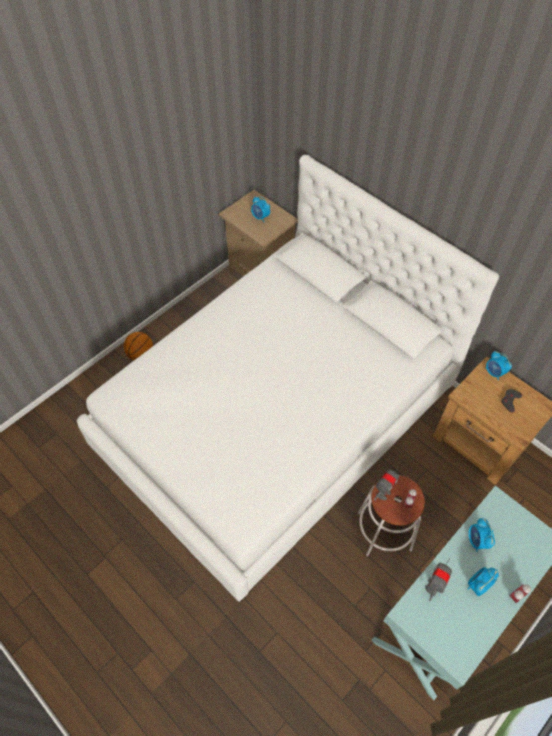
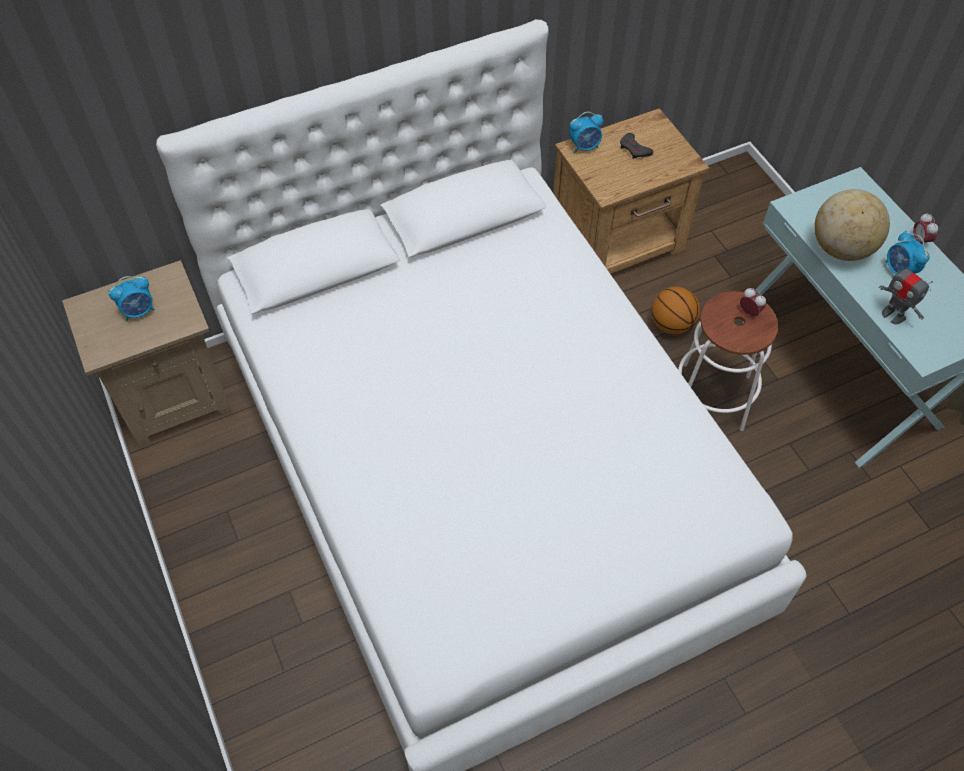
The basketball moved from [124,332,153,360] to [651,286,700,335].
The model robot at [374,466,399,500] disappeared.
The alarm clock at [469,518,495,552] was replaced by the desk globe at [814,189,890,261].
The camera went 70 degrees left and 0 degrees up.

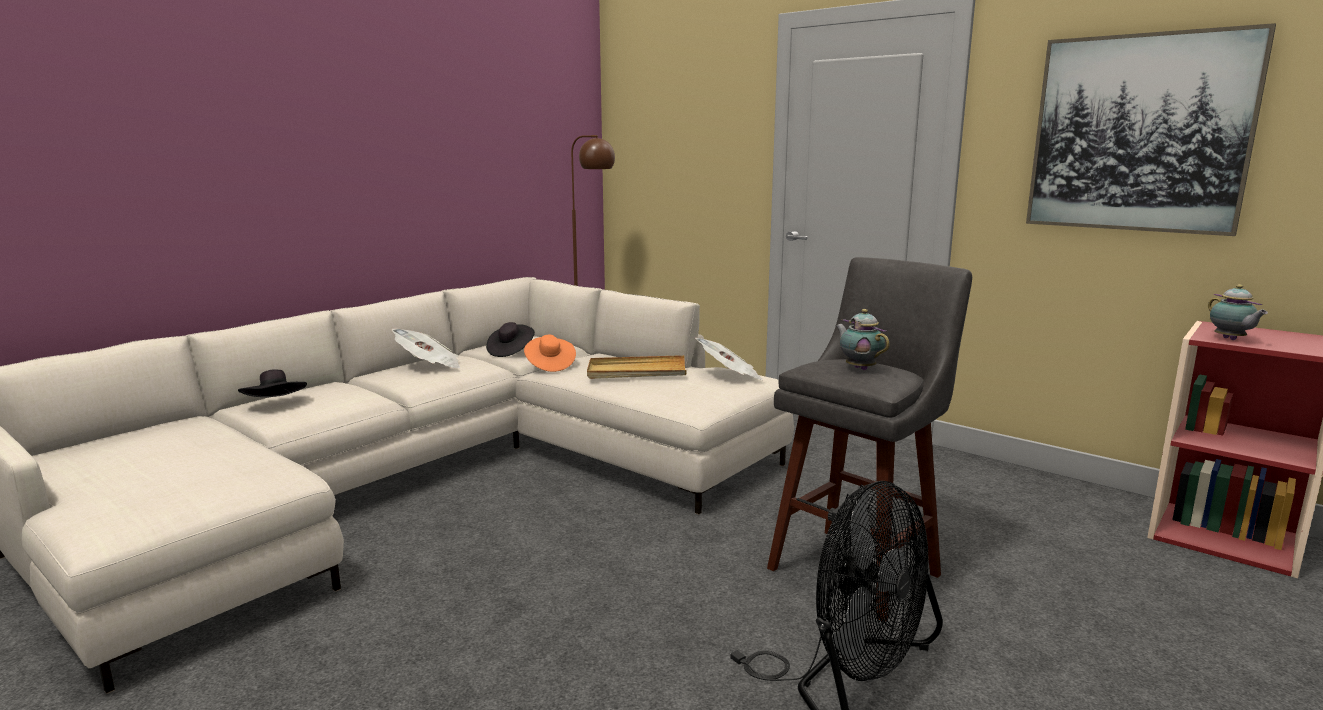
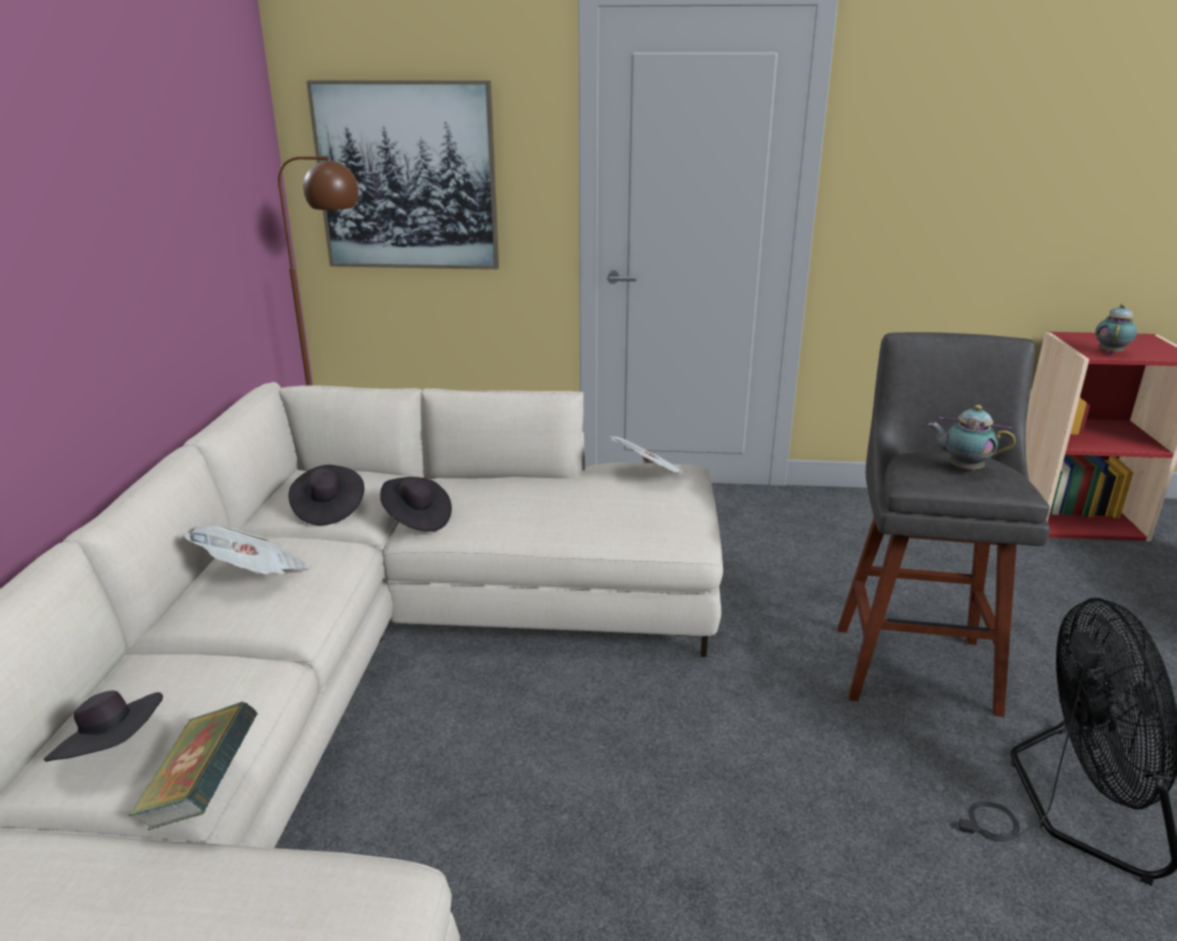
The wall art moved from [1026,23,1276,236] to [306,80,499,269].
The pot for tea at [1208,284,1268,340] turned 105 degrees counterclockwise.
The orangey clothing hat at [524,335,576,372] became the black clothing hat at [380,477,452,532].
The beige-coloured carrying tray at [587,355,687,379] disappeared.
The bound book at [129,701,258,830] appeared.
The camera went 35 degrees left and 10 degrees up.

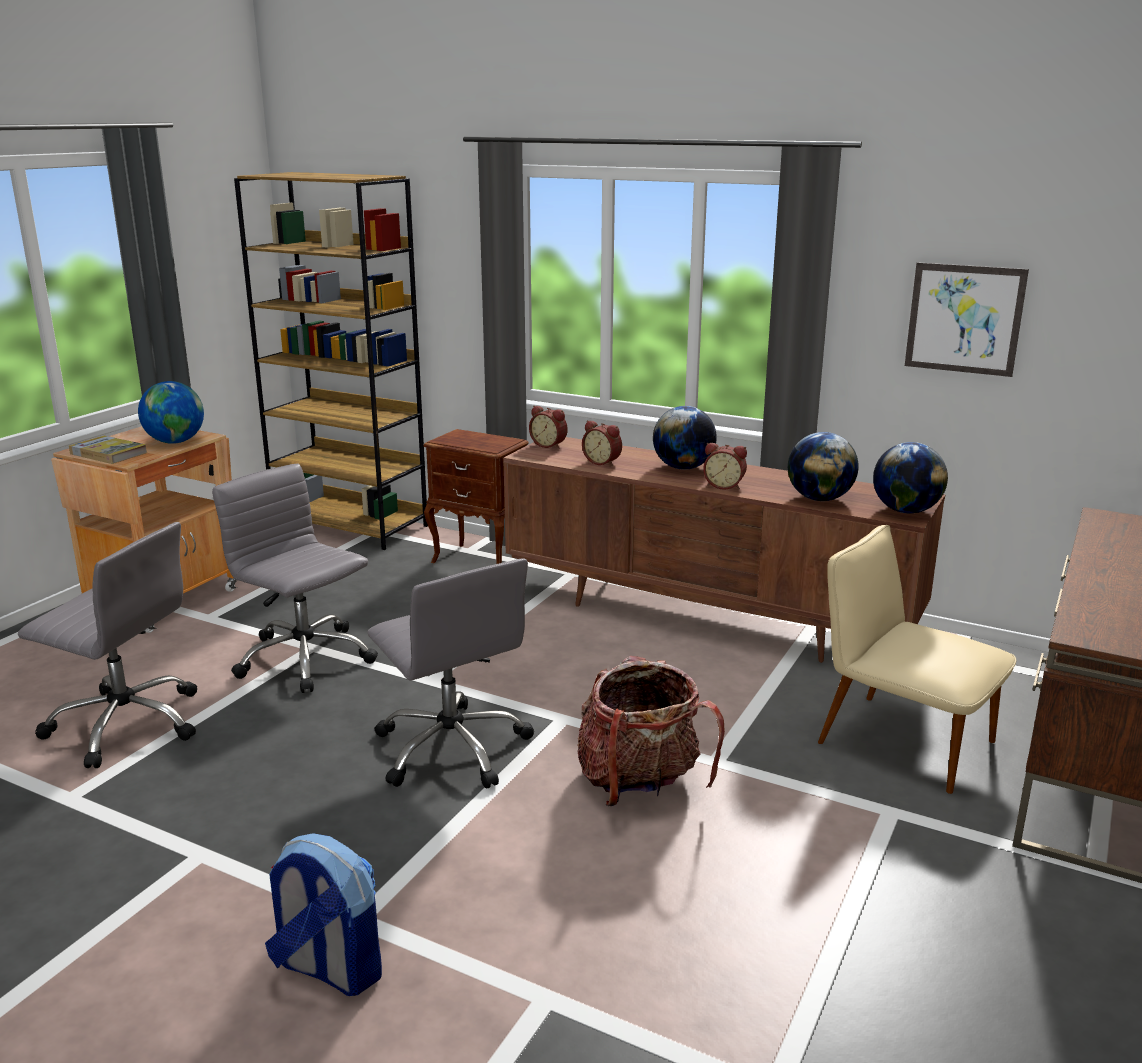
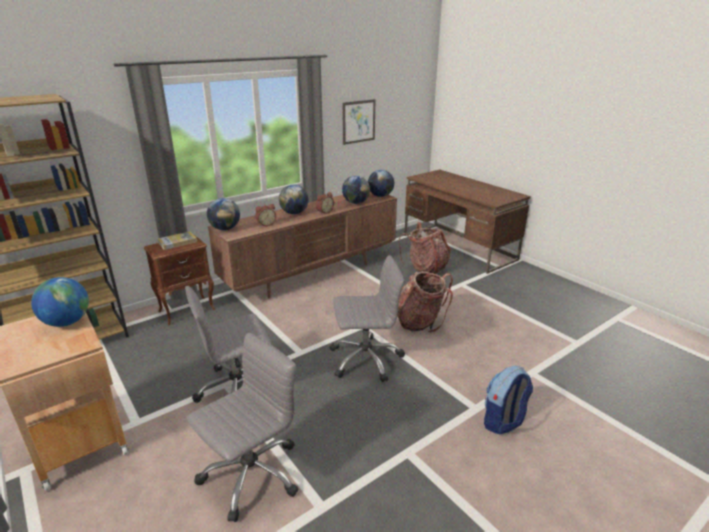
The alarm clock at [529,406,568,449] was replaced by the desk globe at [207,198,240,230].
The bound book moved from [69,436,147,464] to [158,231,197,250].
The beige-coloured upright chair at [818,525,1016,794] was replaced by the knapsack at [399,222,451,274].
The camera went 65 degrees left and 5 degrees up.

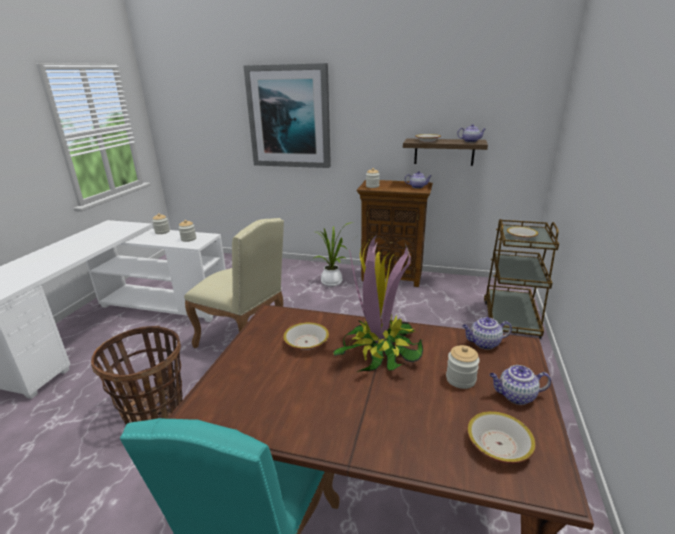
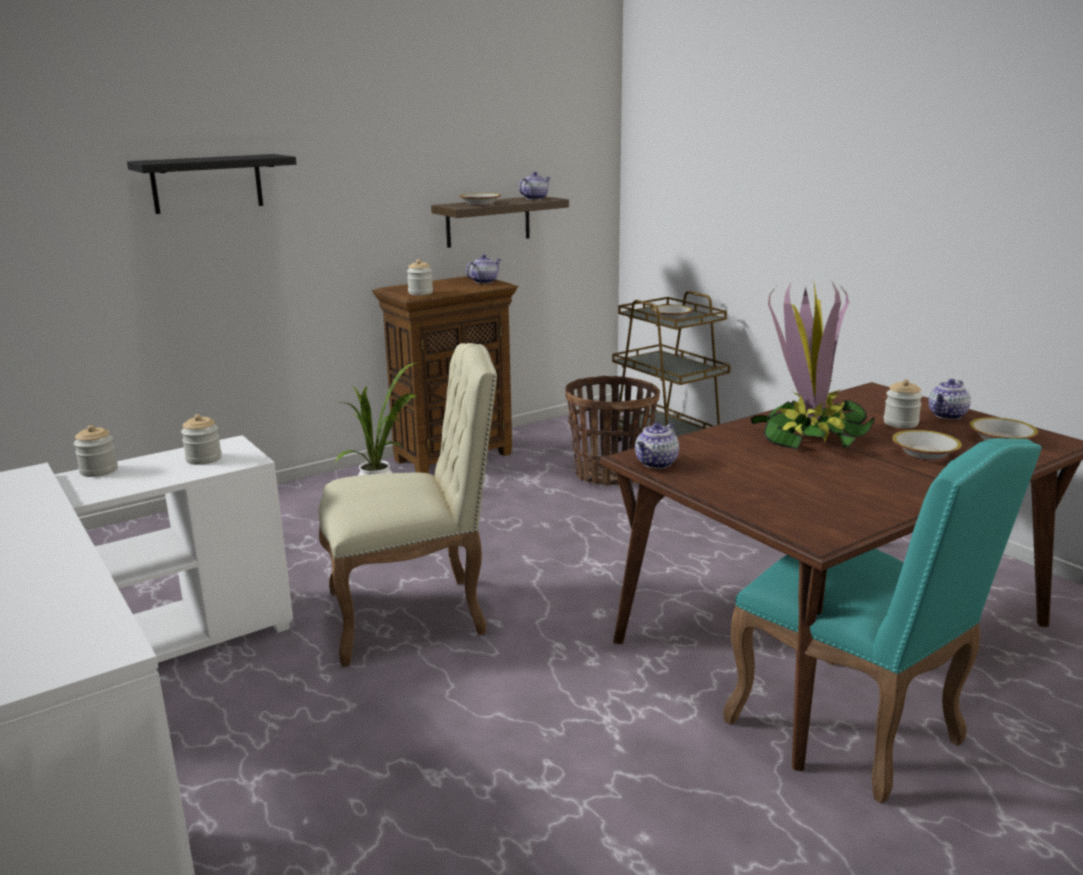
The wall art at [243,63,331,168] was replaced by the black shelf at [127,154,296,214].
The pot for tea moved from [462,317,512,350] to [635,423,679,469].
The deep dish moved from [283,322,329,350] to [892,430,962,460].
The storage basket moved from [91,326,183,425] to [565,376,660,485].
The camera went 50 degrees left and 5 degrees down.

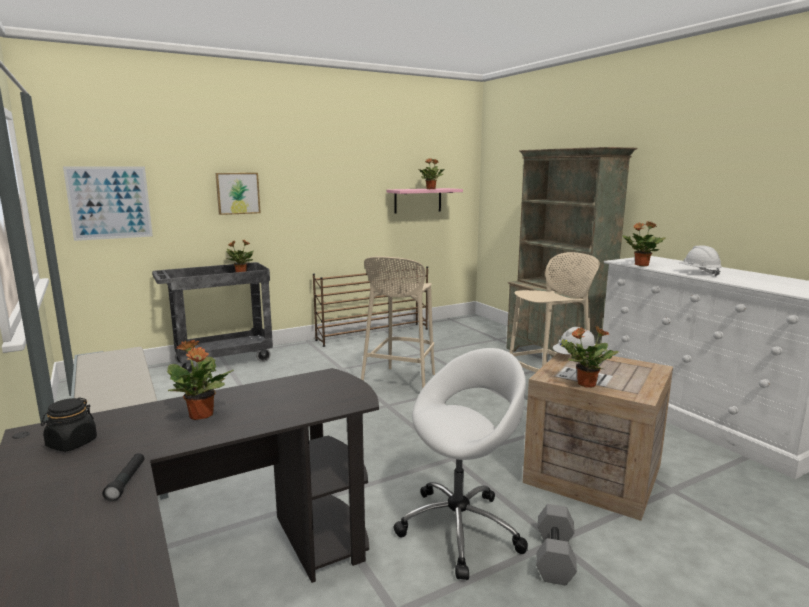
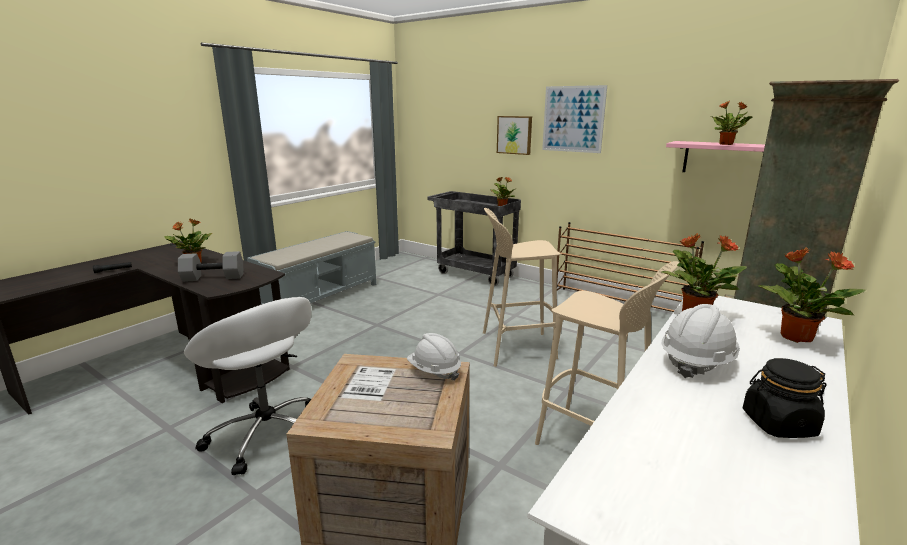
The wall art moved from [63,166,153,241] to [542,85,607,153].
The houseplant moved from [562,325,619,388] to [758,247,865,343].
The black preserve jar moved from [41,398,97,452] to [743,358,827,438].
The grey free weight moved from [536,504,577,585] to [178,251,244,282].
The camera went 65 degrees right and 5 degrees up.

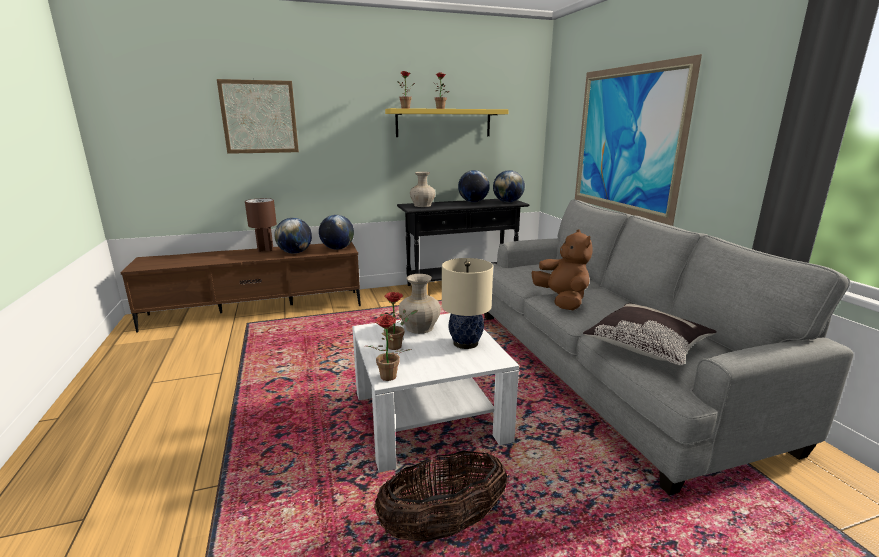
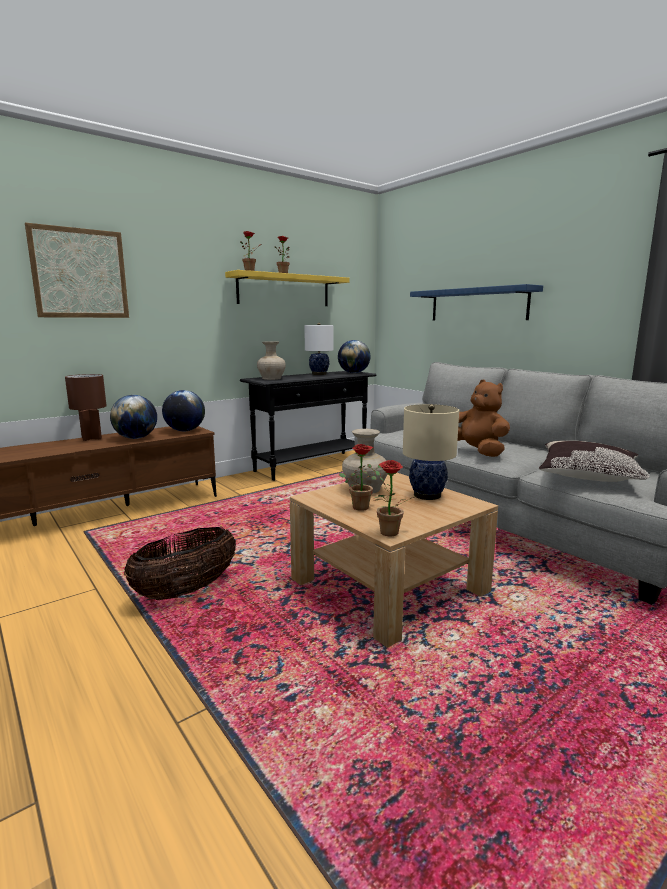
The wall art at [575,54,702,226] was replaced by the bluish shelf at [410,284,543,321].
The desk globe at [458,170,490,202] was replaced by the white-coloured lamp for a table at [304,323,333,375].
The white-coloured lounge table at [352,313,519,473] became the brown-coloured lounge table at [290,473,498,648].
The storage basket moved from [374,451,507,542] to [124,527,236,600].
The camera went 20 degrees left and 5 degrees down.

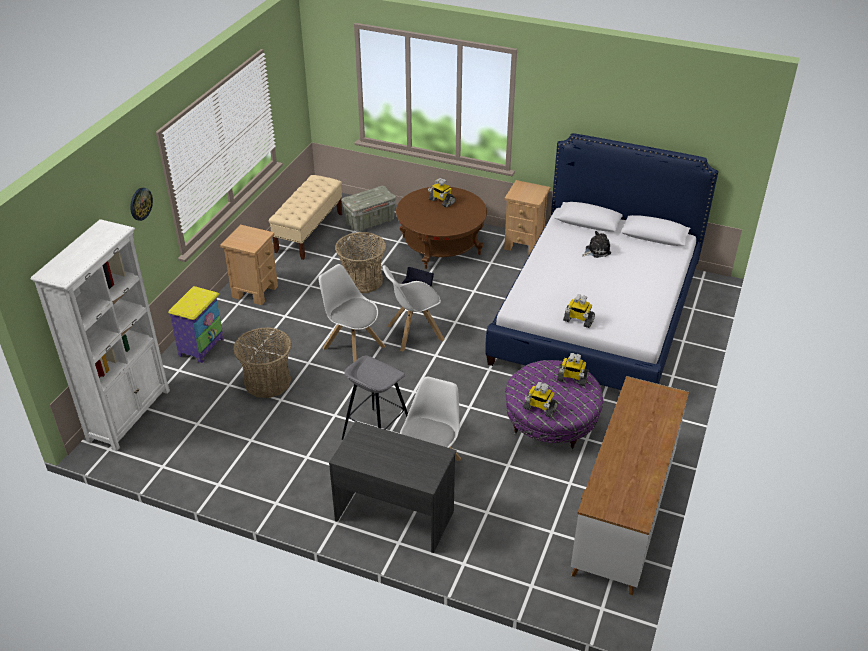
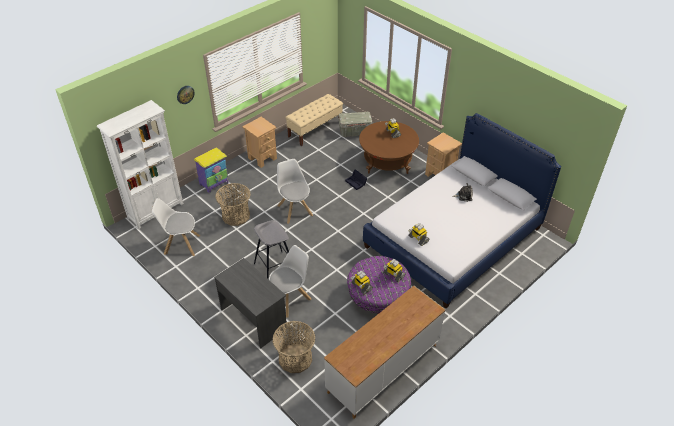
The storage basket moved from [335,232,386,293] to [272,321,315,373].
The upright chair moved from [382,265,445,352] to [152,198,201,256].
The camera went 25 degrees right and 5 degrees up.

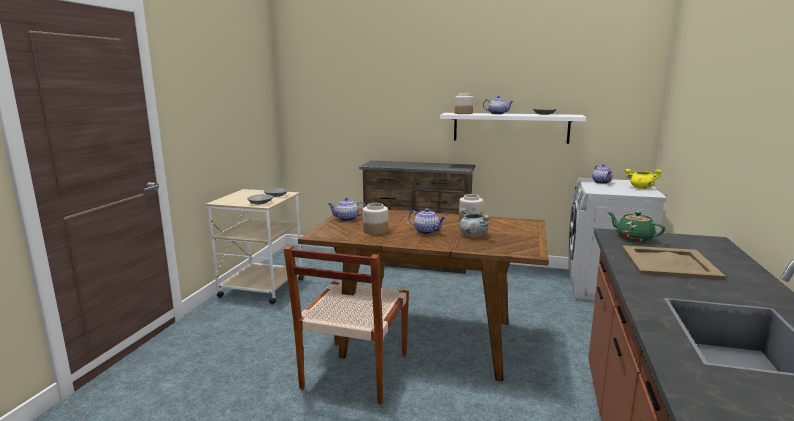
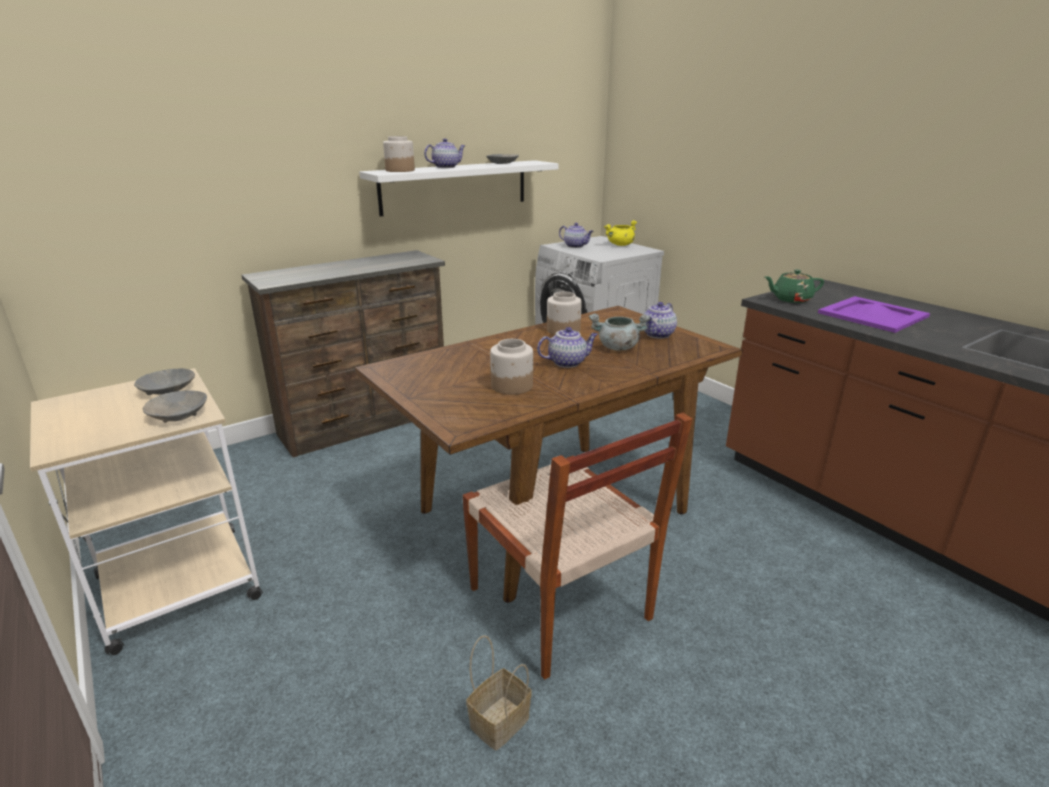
The pot for tea moved from [328,197,366,222] to [644,302,677,338].
The beige-coloured carrying tray at [622,245,726,280] became the purplish carrying tray at [818,296,930,333].
The storage basket at [466,635,532,751] appeared.
The camera went 50 degrees left and 10 degrees up.

